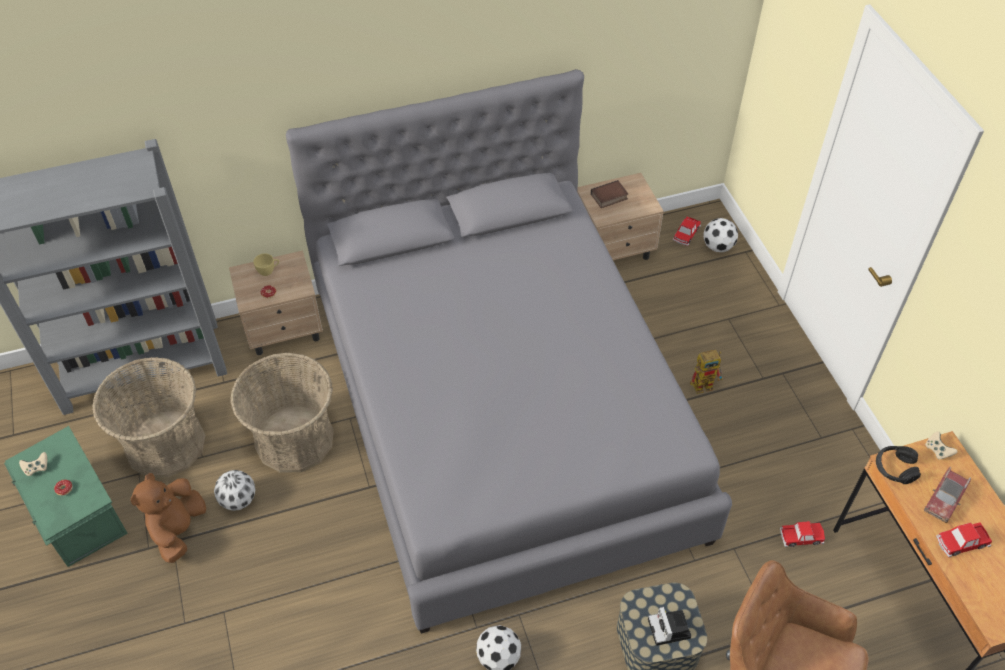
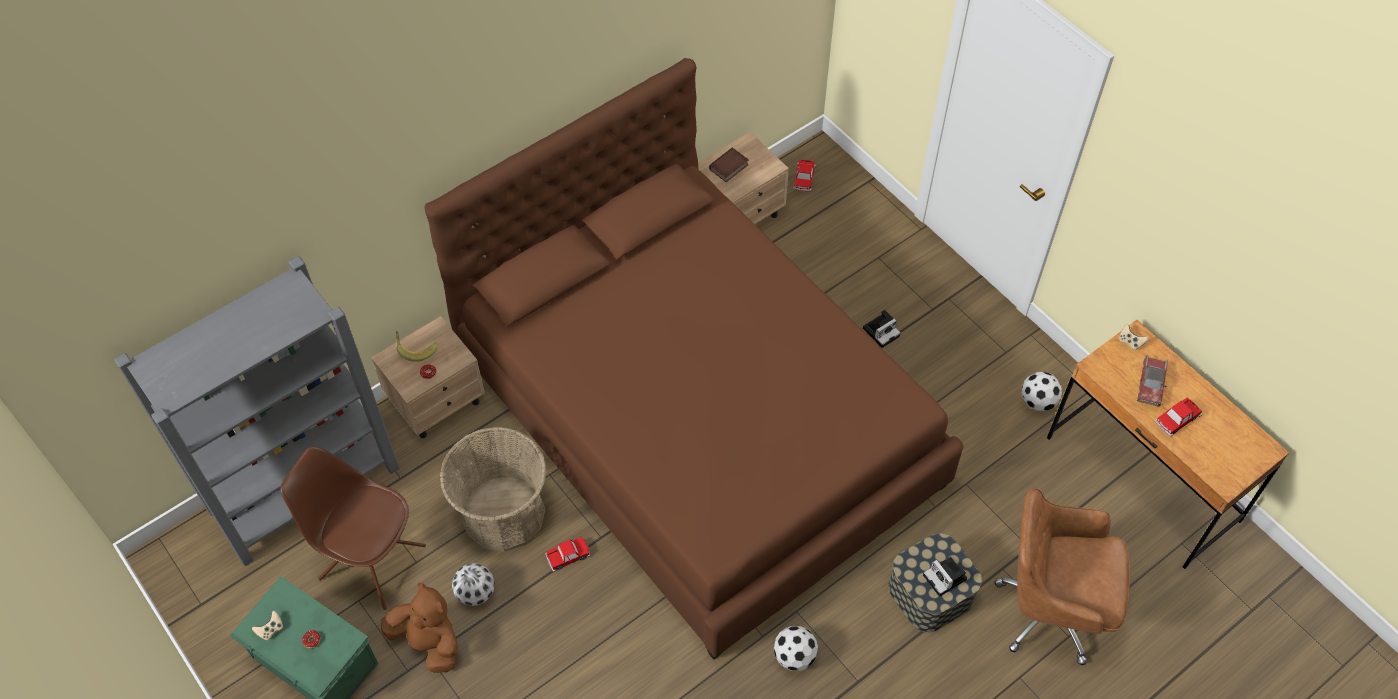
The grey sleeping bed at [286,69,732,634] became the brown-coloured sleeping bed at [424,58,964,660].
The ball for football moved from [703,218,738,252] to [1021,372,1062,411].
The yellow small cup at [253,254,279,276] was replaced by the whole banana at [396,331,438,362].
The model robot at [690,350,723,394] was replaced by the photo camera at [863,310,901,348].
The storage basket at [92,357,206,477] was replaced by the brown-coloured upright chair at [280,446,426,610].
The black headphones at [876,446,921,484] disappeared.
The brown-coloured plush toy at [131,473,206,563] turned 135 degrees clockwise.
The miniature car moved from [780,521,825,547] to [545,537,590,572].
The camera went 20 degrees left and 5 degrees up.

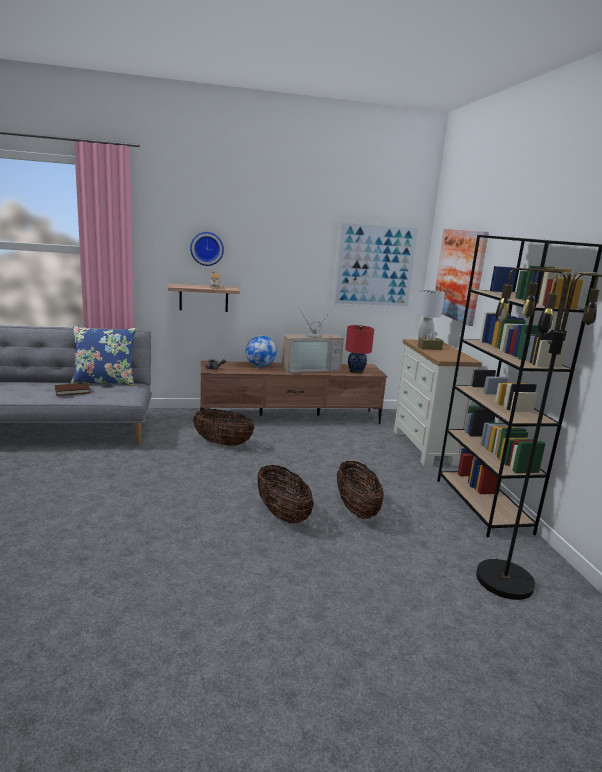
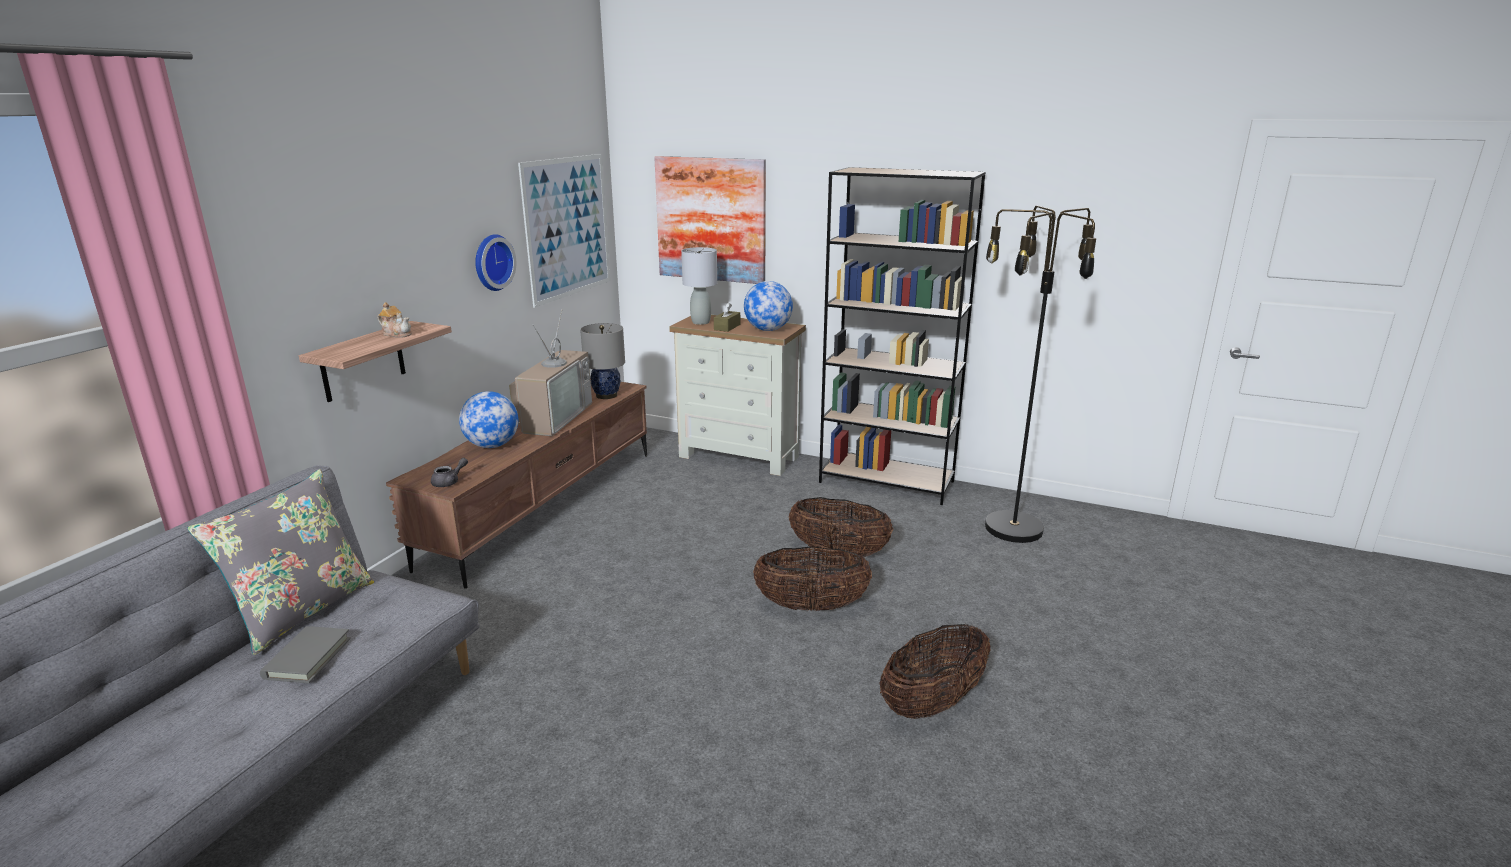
The hanging clock moved from [190,232,224,266] to [475,234,516,291].
The red-coloured lamp for a table at [345,325,374,374] became the grey lamp for a table at [580,323,625,399].
The bluish cushion at [70,326,136,386] became the grey cushion at [187,469,374,655].
The brown-coloured bound book at [55,383,90,396] became the grey bound book at [260,626,351,683].
The storage basket moved from [193,409,254,446] to [879,624,991,719].
The desk globe at [744,281,793,331] appeared.
The camera went 55 degrees left and 5 degrees up.

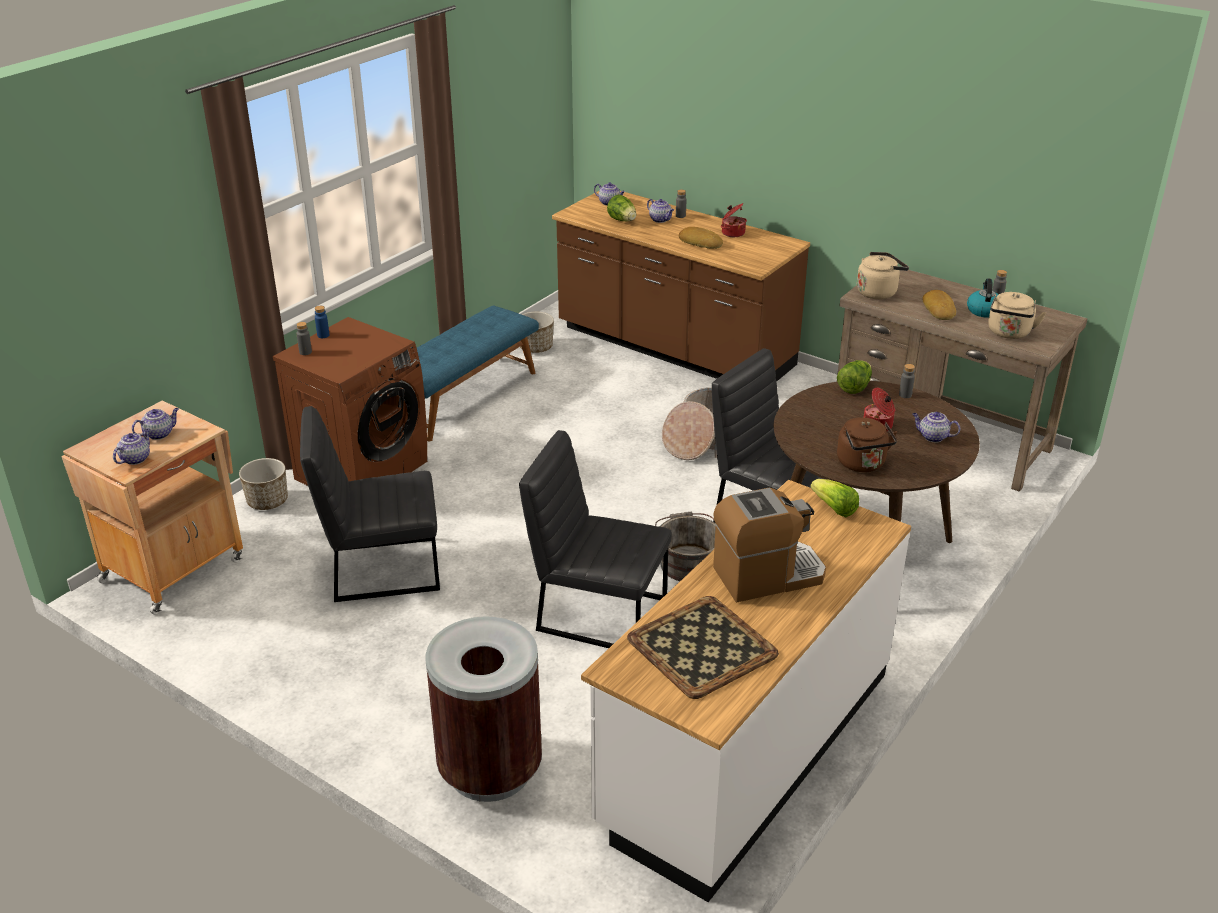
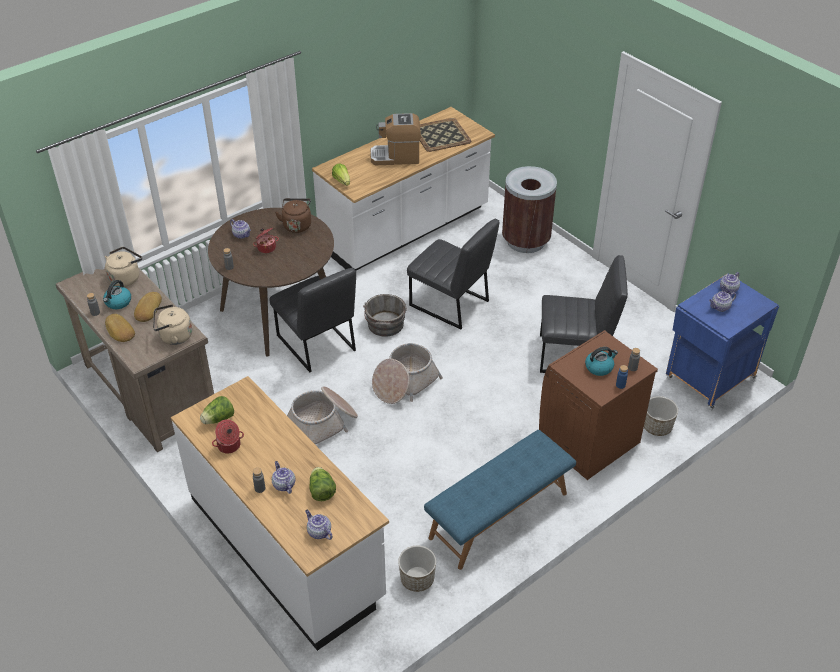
The brown-coloured kitchen counter at [552,191,810,382] became the white-coloured kitchen counter at [171,376,389,651].
The bakery bread moved from [679,227,723,249] to [105,314,135,342].
The lettuce moved from [837,360,872,394] to [200,396,234,424].
The brown-coloured cart at [61,400,243,615] became the bluish cart at [666,273,779,411].
The storage basket at [372,343,443,404] appeared.
The kettle at [585,347,618,376] appeared.
The camera went 165 degrees left and 10 degrees up.

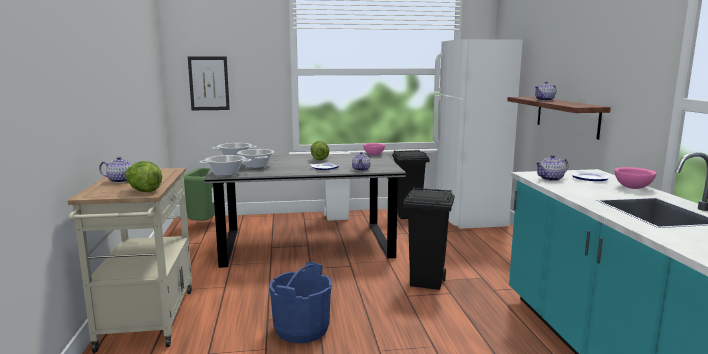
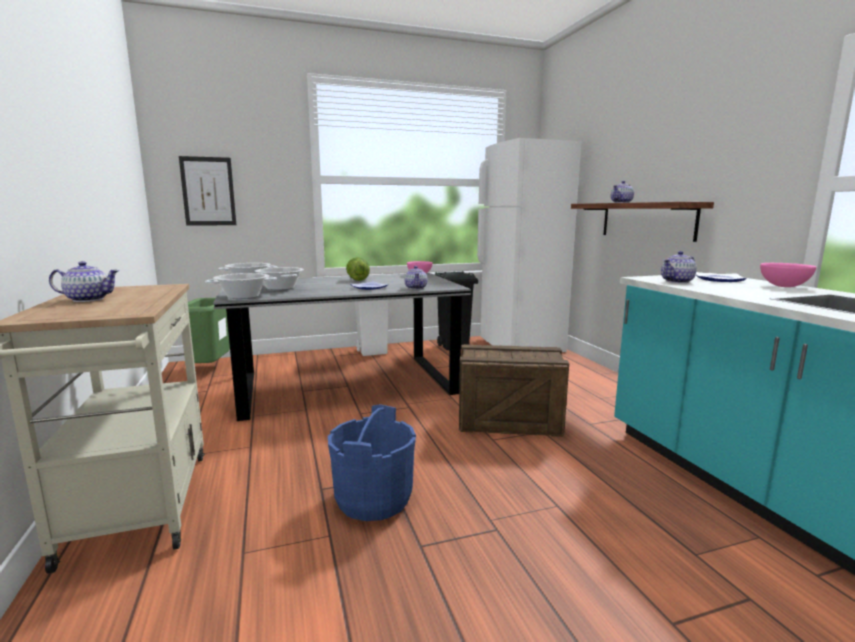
The lettuce at [125,161,162,192] disappeared.
The black trash can at [403,187,455,290] was replaced by the shipping crate at [459,344,569,437].
The camera went 10 degrees left and 0 degrees up.

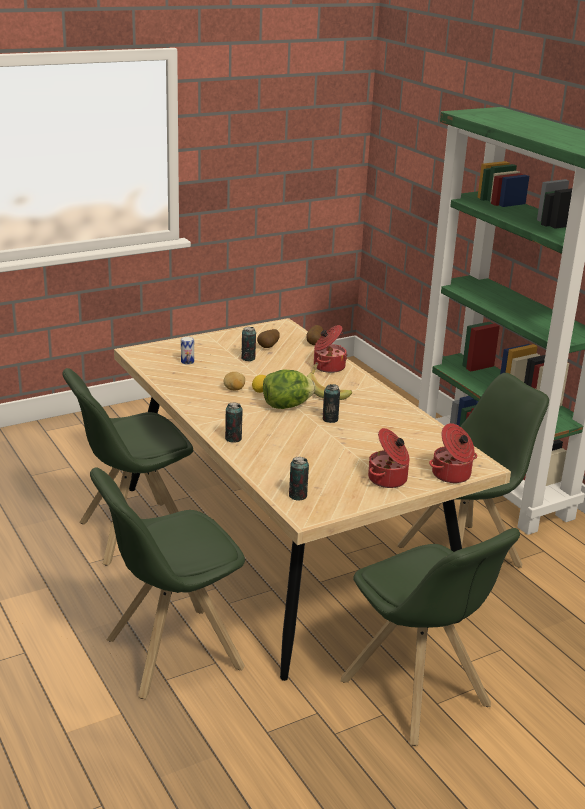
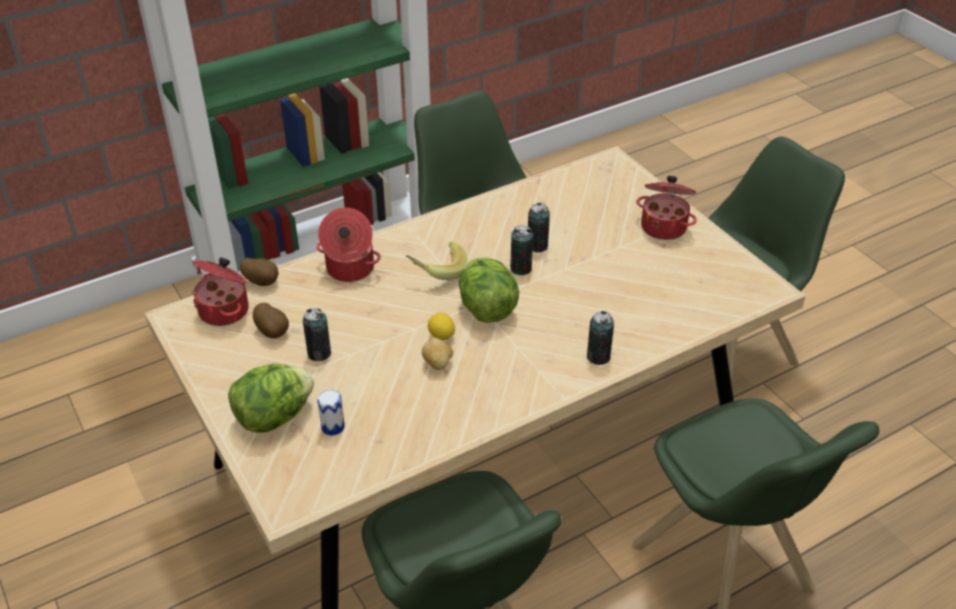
The saucepot moved from [429,423,477,483] to [192,257,249,326].
The metal can moved from [289,457,309,501] to [528,203,550,253].
The lettuce at [228,364,314,433] appeared.
The camera went 90 degrees left and 15 degrees up.

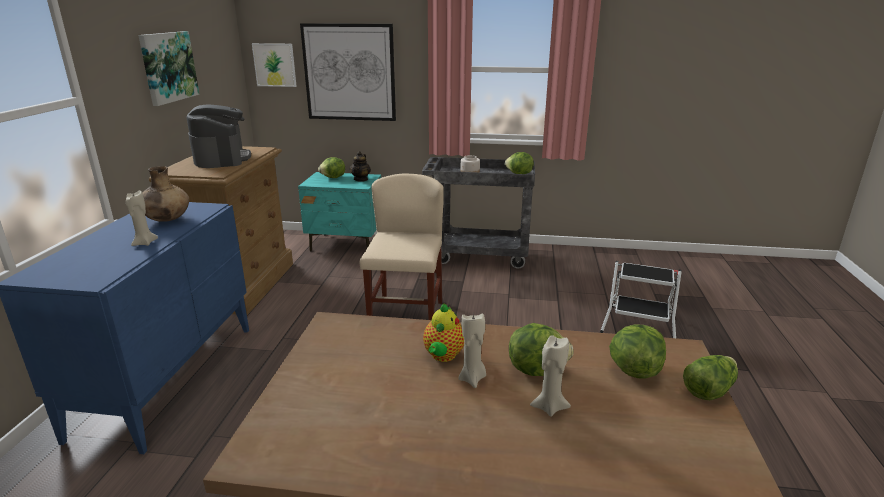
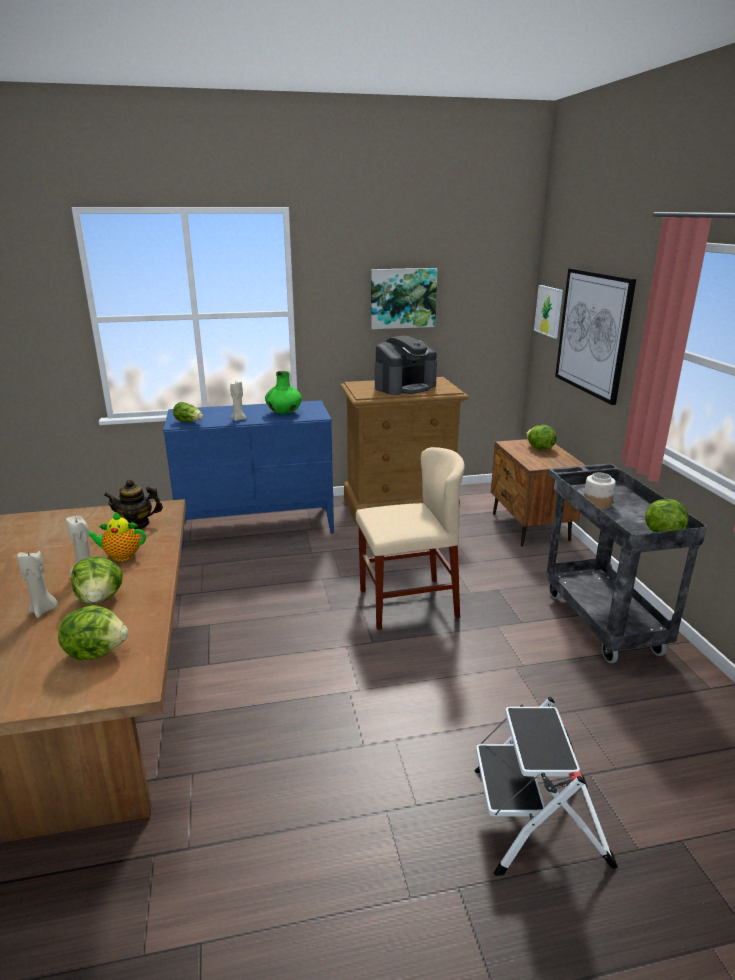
The pot for tea moved from [350,151,371,182] to [104,479,163,530].
The brown-coloured flower vase at [142,166,189,222] became the greenish flower vase at [265,371,302,414].
The turquoise-coloured night table at [298,172,381,252] became the brown-coloured night table at [491,439,585,546].
The lettuce moved from [683,355,738,400] to [173,402,203,422].
The camera went 70 degrees right and 0 degrees up.

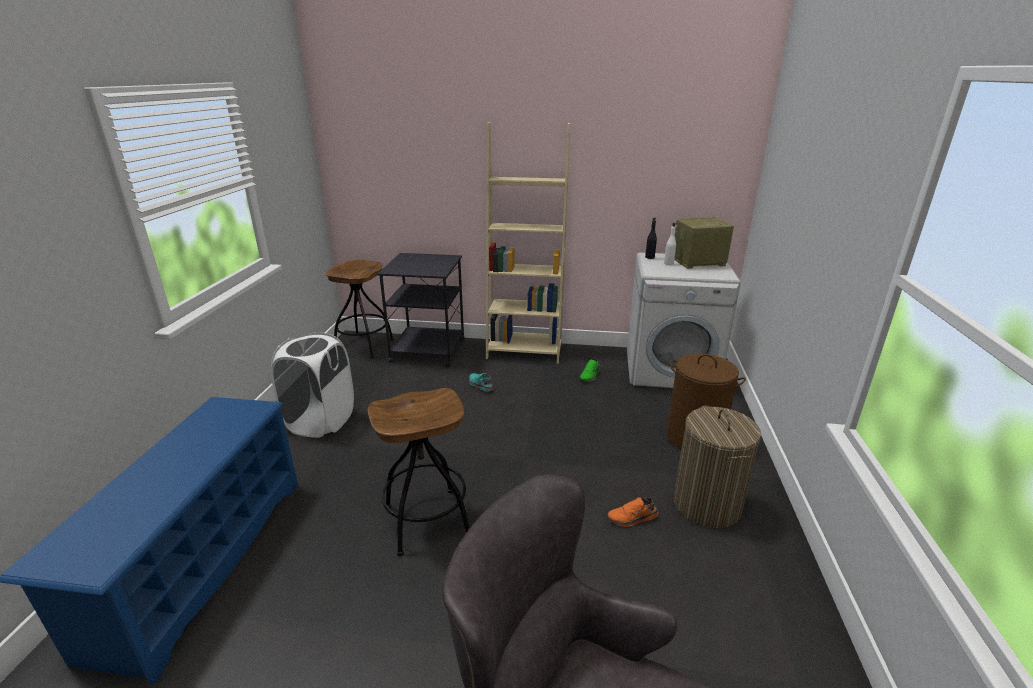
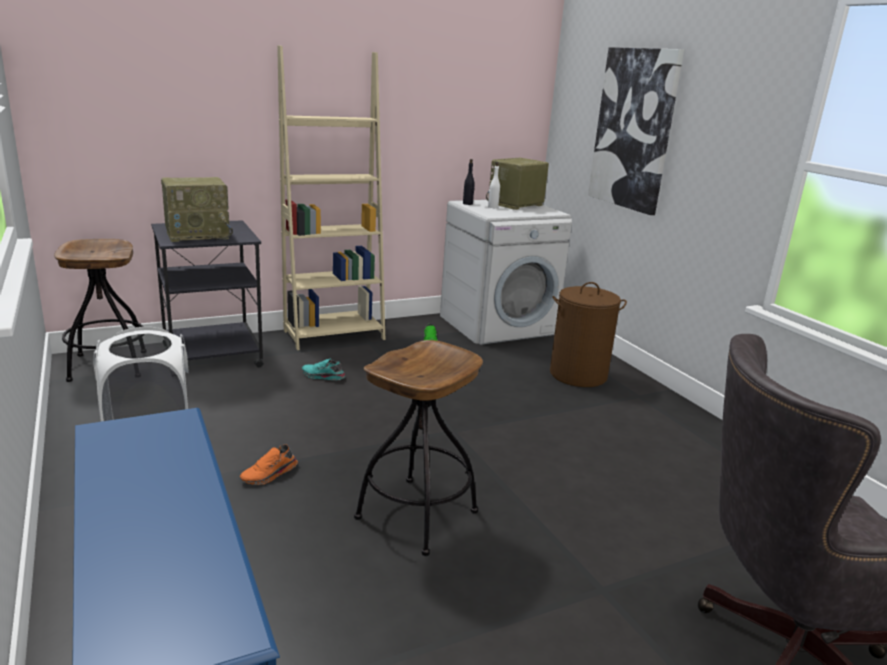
The laundry basket at [674,406,761,528] disappeared.
The orangey shoe moved from [607,497,658,527] to [240,445,298,485].
The wall art at [588,47,684,215] appeared.
The radio receiver at [161,177,233,242] appeared.
The camera went 35 degrees left and 5 degrees down.

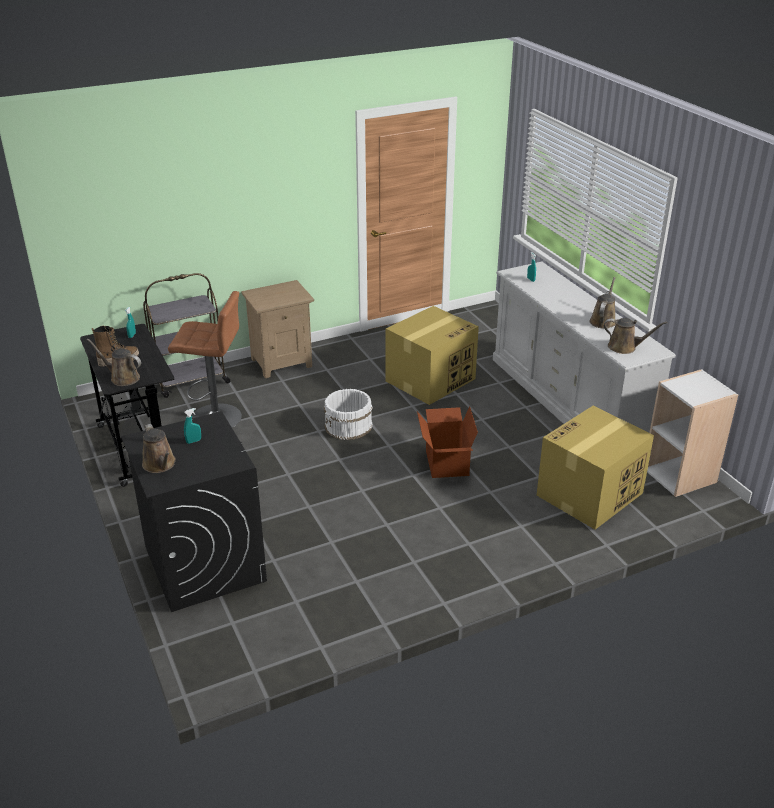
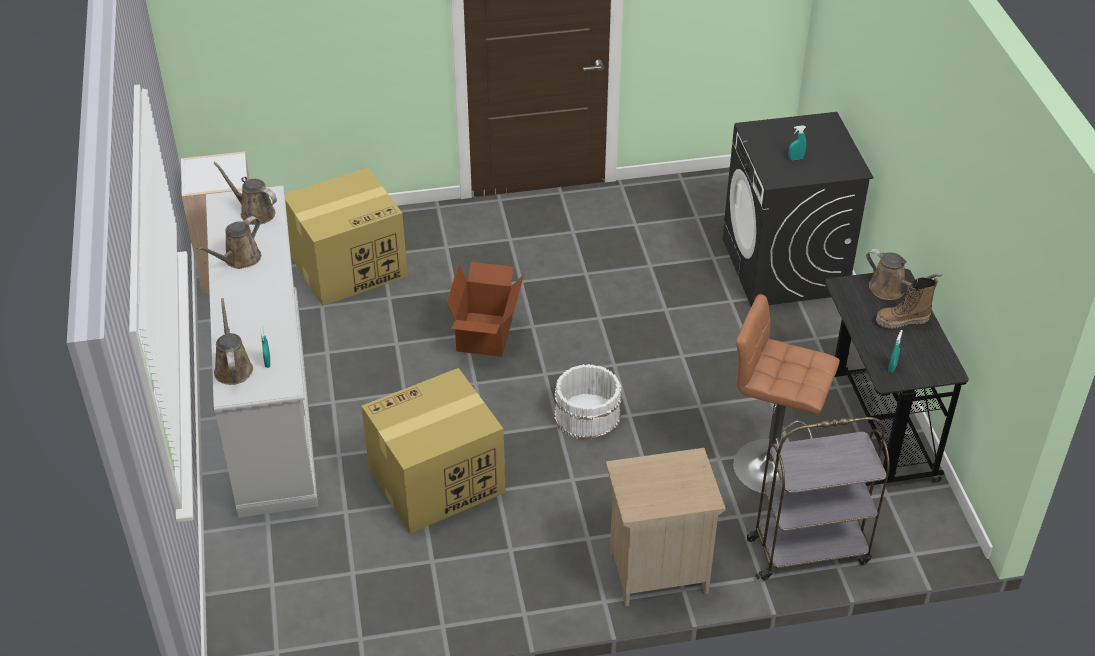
The brown-coloured watering can moved from [142,424,176,473] to [214,298,253,385].
The camera went 165 degrees left and 10 degrees up.

